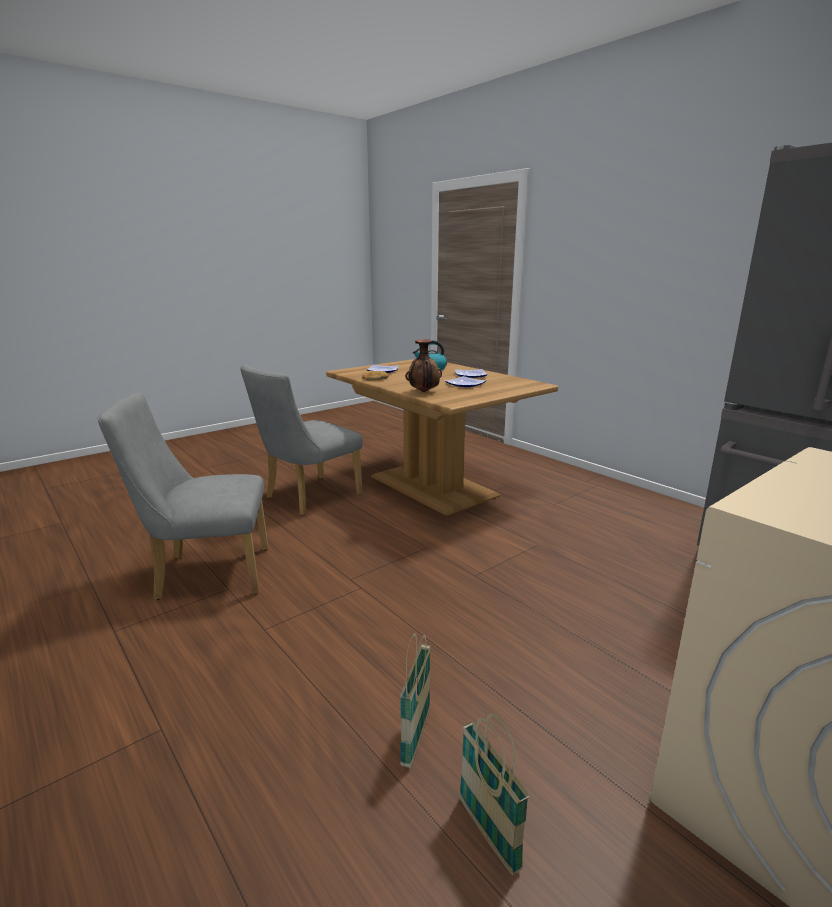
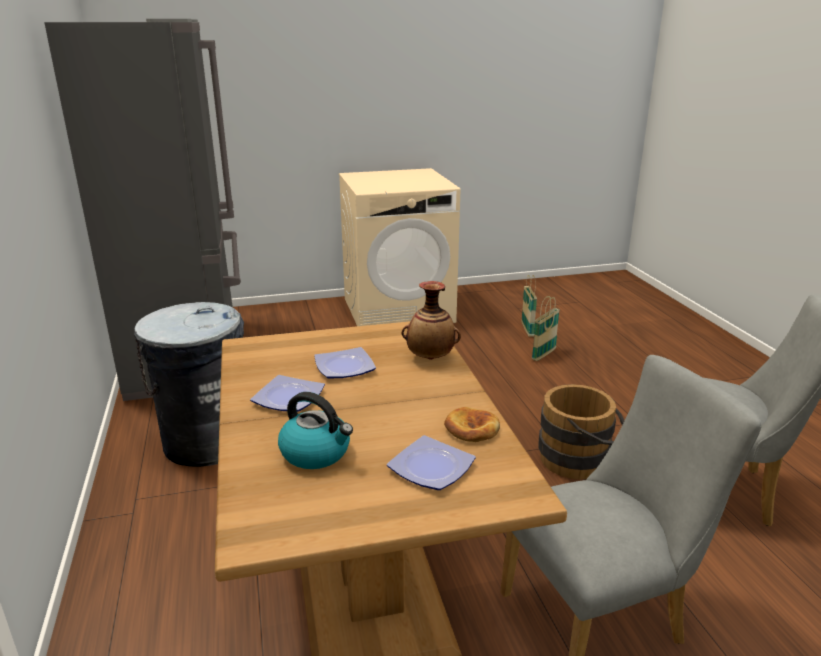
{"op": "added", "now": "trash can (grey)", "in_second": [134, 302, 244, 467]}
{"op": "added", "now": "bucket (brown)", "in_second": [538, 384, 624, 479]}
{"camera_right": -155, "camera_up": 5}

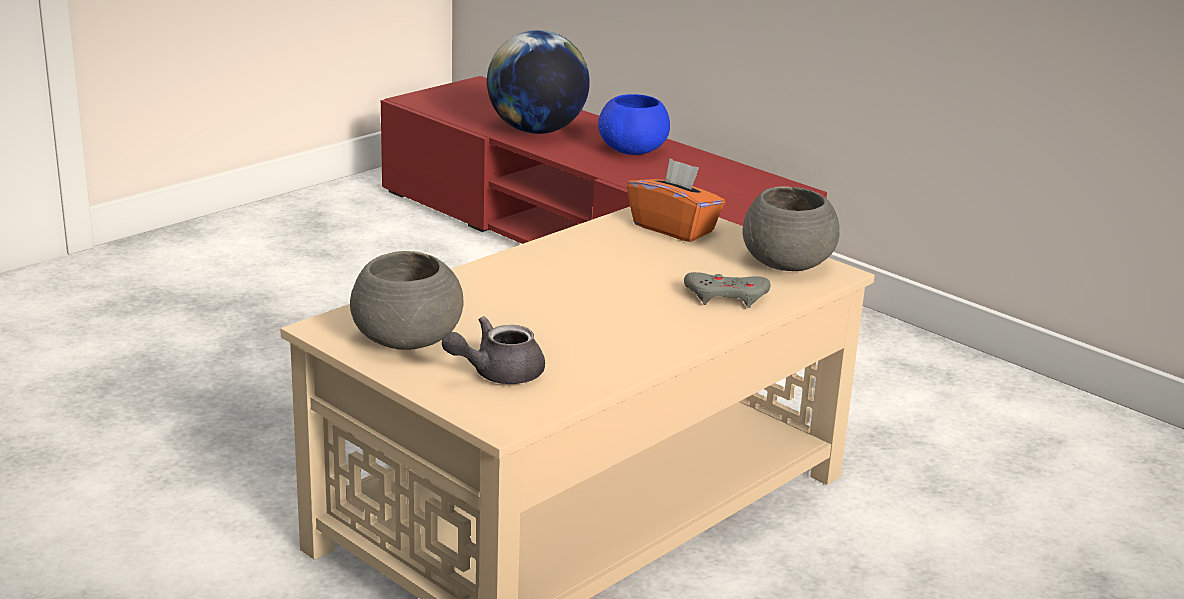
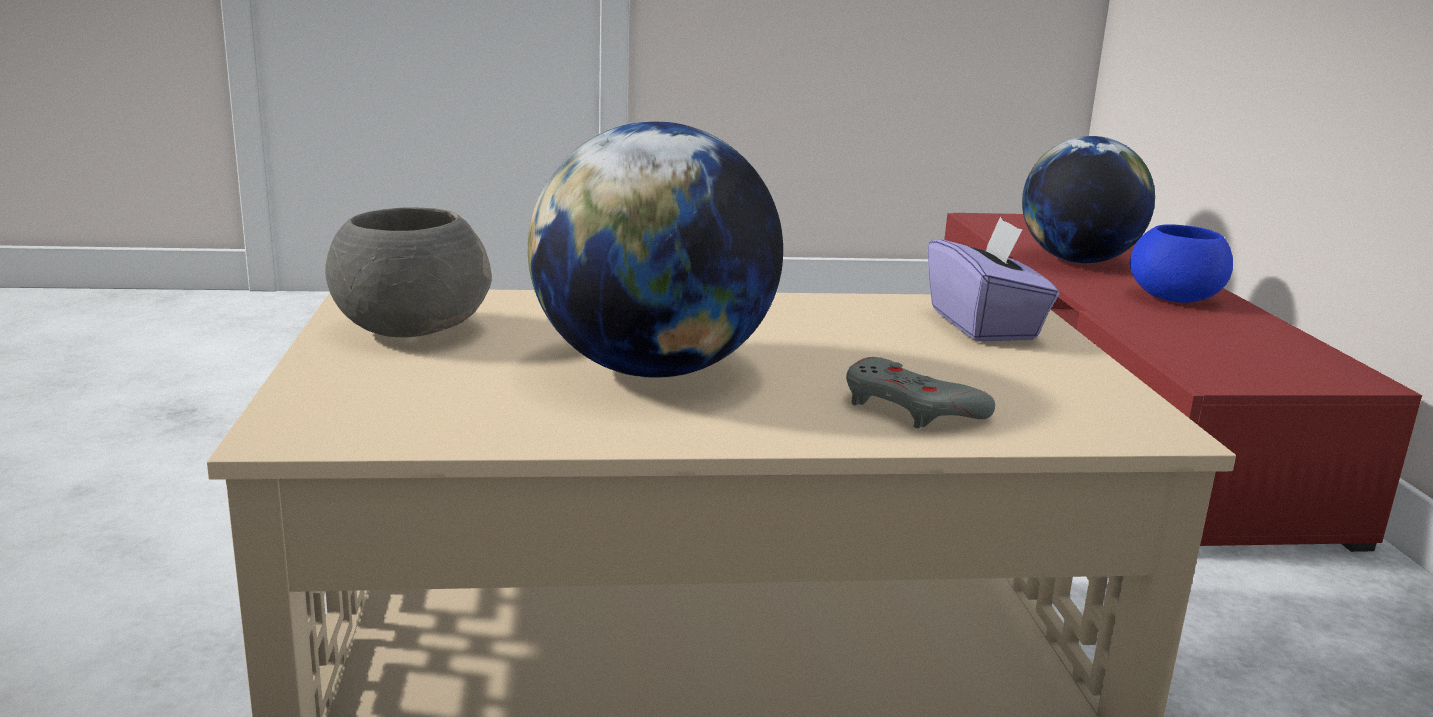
{"op": "added", "now": "globe", "in_second": [528, 121, 783, 378]}
{"op": "recoloured", "was": "tissue box (orange)", "now": "tissue box (purple)", "in_first": [627, 158, 725, 242], "in_second": [928, 217, 1059, 342]}
{"op": "removed", "was": "teapot (grey)", "in_first": [442, 316, 545, 384]}
{"op": "removed", "was": "bowl (grey)", "in_first": [743, 186, 840, 271]}
{"camera_right": 40, "camera_up": -5}

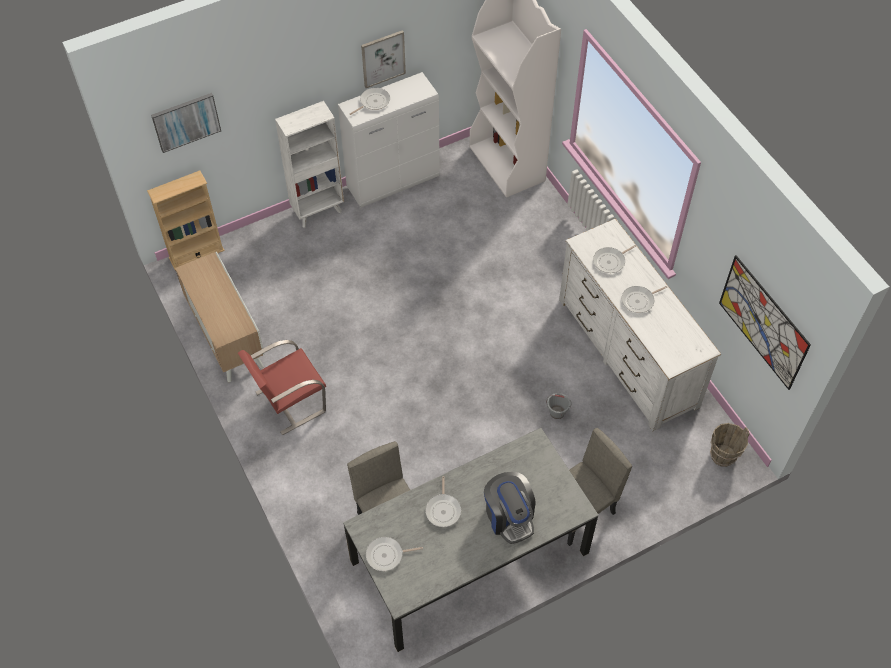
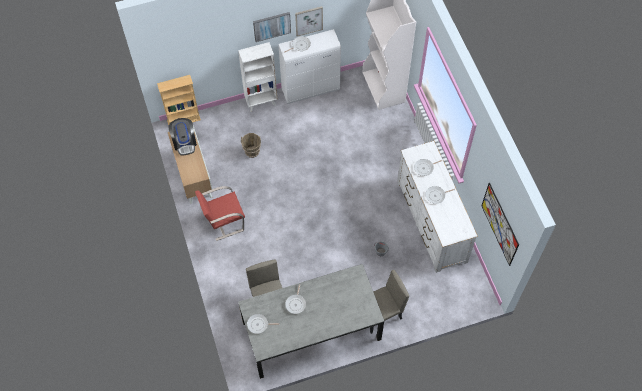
{"op": "moved", "was": "coffee machine", "in_first": [484, 472, 535, 544], "in_second": [169, 118, 197, 155]}
{"op": "moved", "was": "bucket (brown)", "in_first": [710, 423, 749, 467], "in_second": [241, 133, 261, 158]}
{"op": "moved", "was": "picture", "in_first": [151, 93, 221, 153], "in_second": [253, 12, 291, 42]}
{"camera_right": 10, "camera_up": 5}

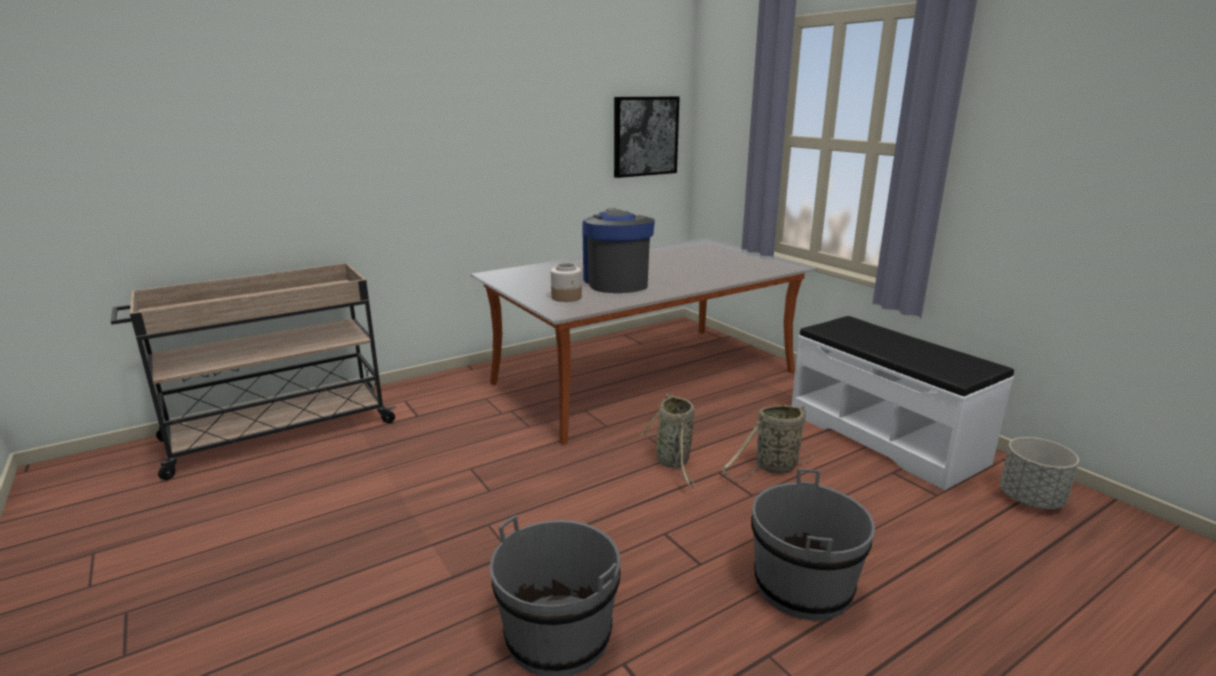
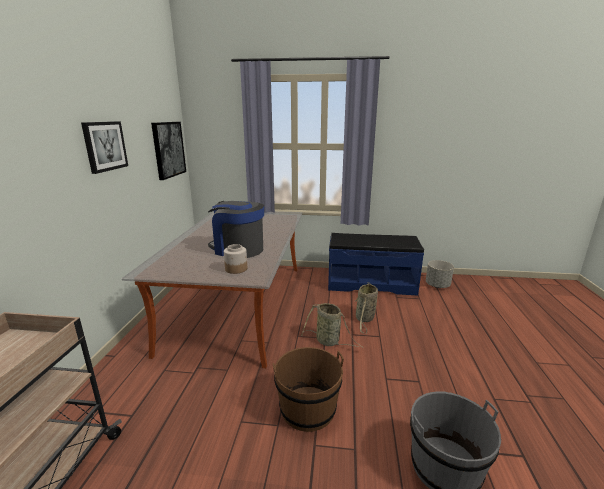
{"op": "added", "now": "picture", "in_second": [81, 121, 128, 174]}
{"op": "added", "now": "bucket (brown)", "in_second": [273, 347, 344, 432]}
{"op": "recoloured", "was": "bench (white)", "now": "bench (blue)", "in_first": [792, 316, 1014, 491], "in_second": [328, 233, 424, 296]}
{"op": "removed", "was": "bucket (grey)", "in_first": [751, 468, 875, 620]}
{"camera_right": -50, "camera_up": 0}

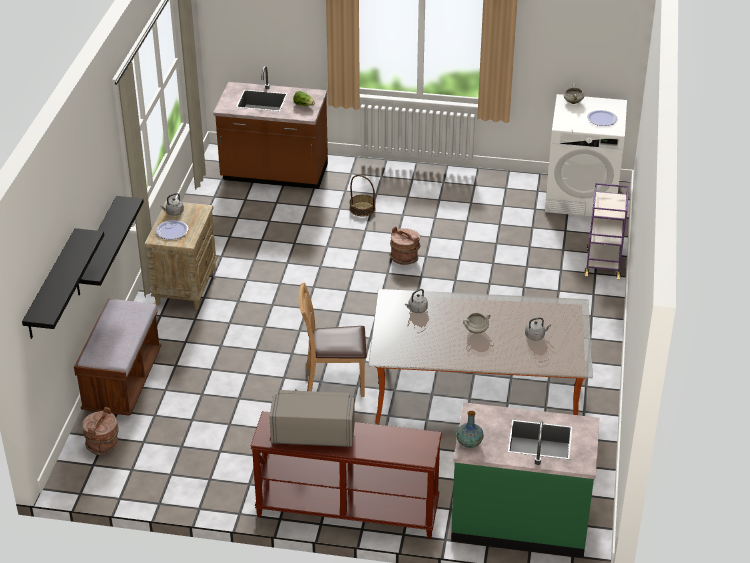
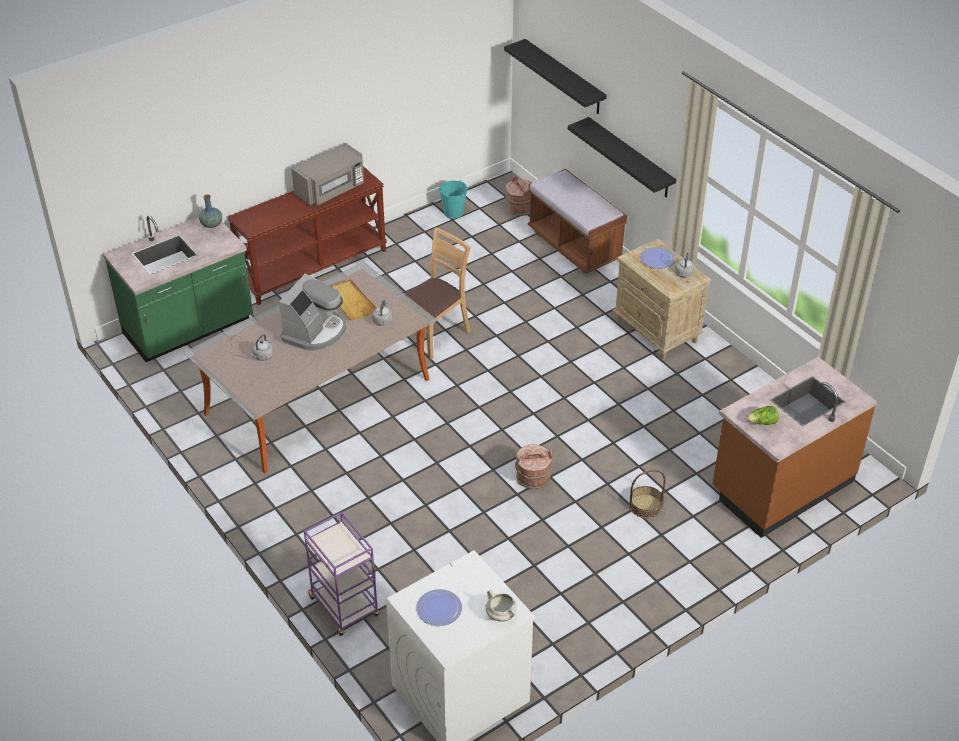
{"op": "replaced", "was": "cooking pot (white)", "now": "coffee machine", "in_first": [463, 313, 491, 334], "in_second": [279, 273, 346, 351]}
{"op": "added", "now": "tray (beige)", "in_second": [331, 279, 376, 320]}
{"op": "added", "now": "bucket (turquoise)", "in_second": [439, 180, 468, 219]}
{"camera_right": 135, "camera_up": 5}

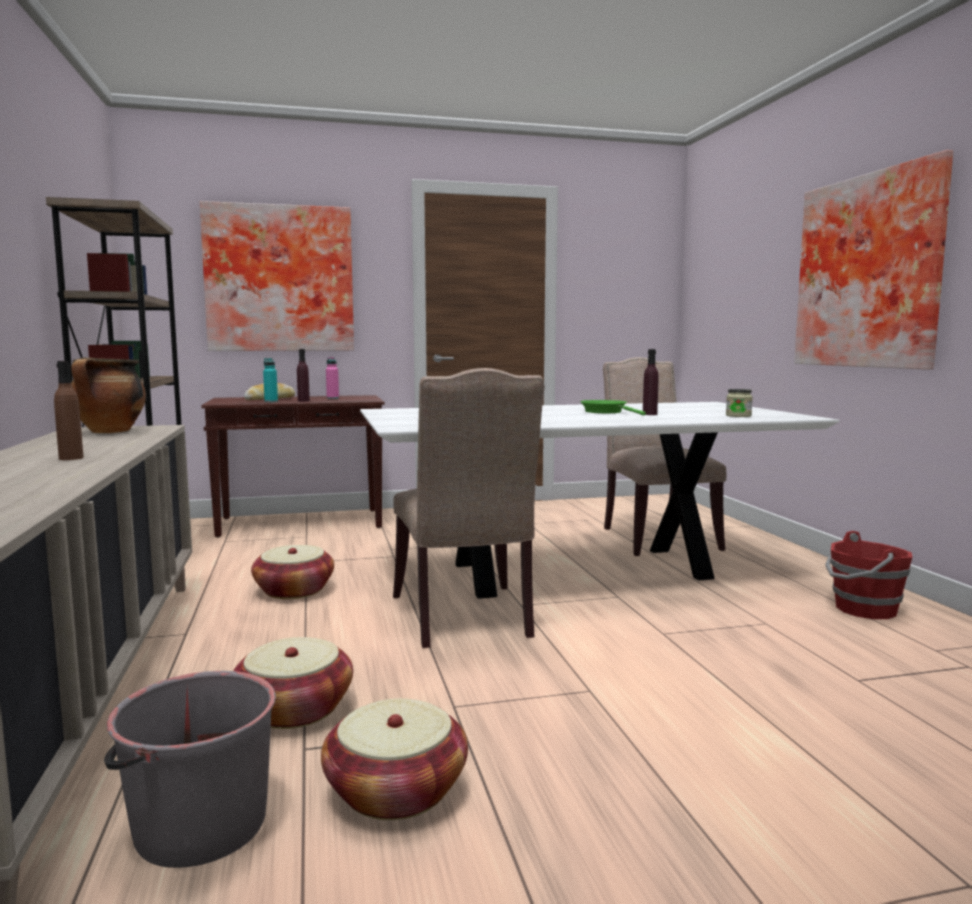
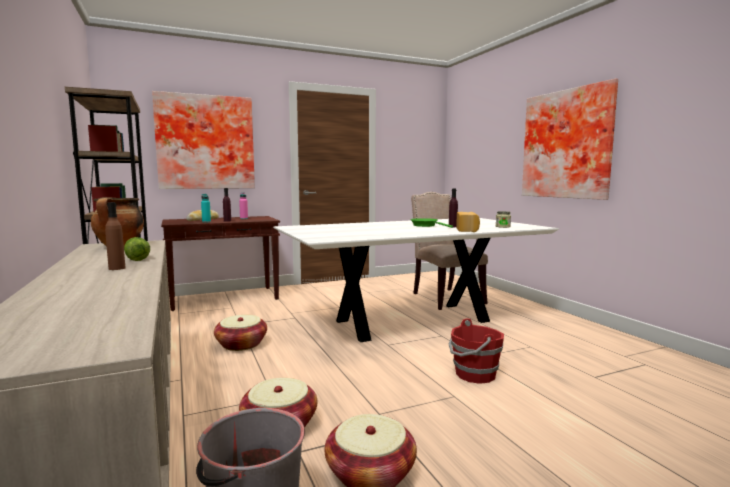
{"op": "added", "now": "lettuce", "in_second": [124, 237, 150, 261]}
{"op": "moved", "was": "bucket (red)", "in_first": [825, 531, 912, 619], "in_second": [449, 318, 504, 384]}
{"op": "added", "now": "bread", "in_second": [456, 212, 480, 232]}
{"op": "removed", "was": "chair (beige)", "in_first": [393, 368, 545, 648]}
{"camera_right": -10, "camera_up": 0}

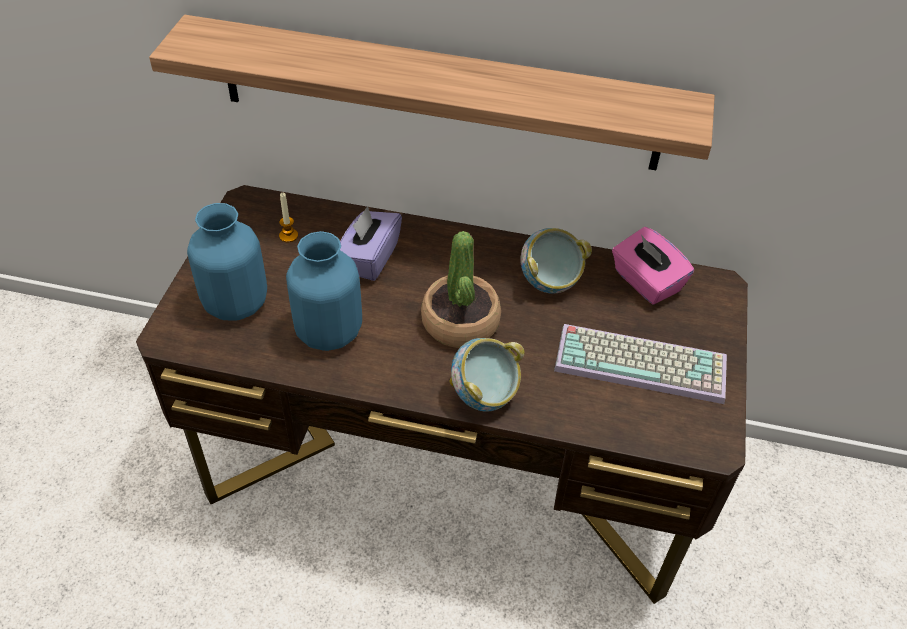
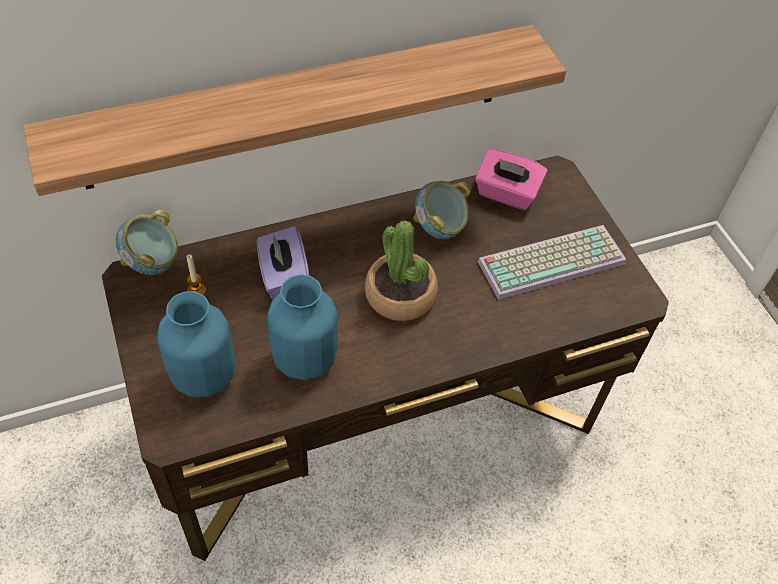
{"op": "moved", "was": "bowl", "in_first": [450, 338, 525, 412], "in_second": [116, 210, 178, 275]}
{"camera_right": -35, "camera_up": 5}

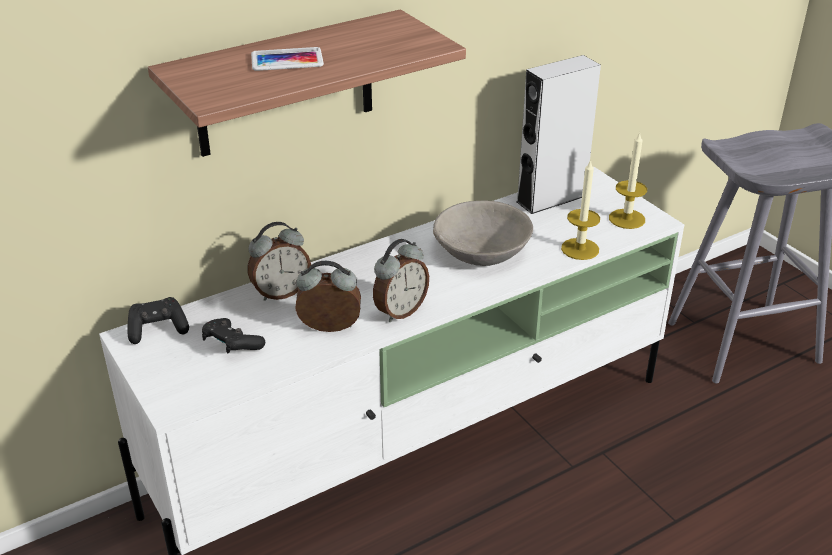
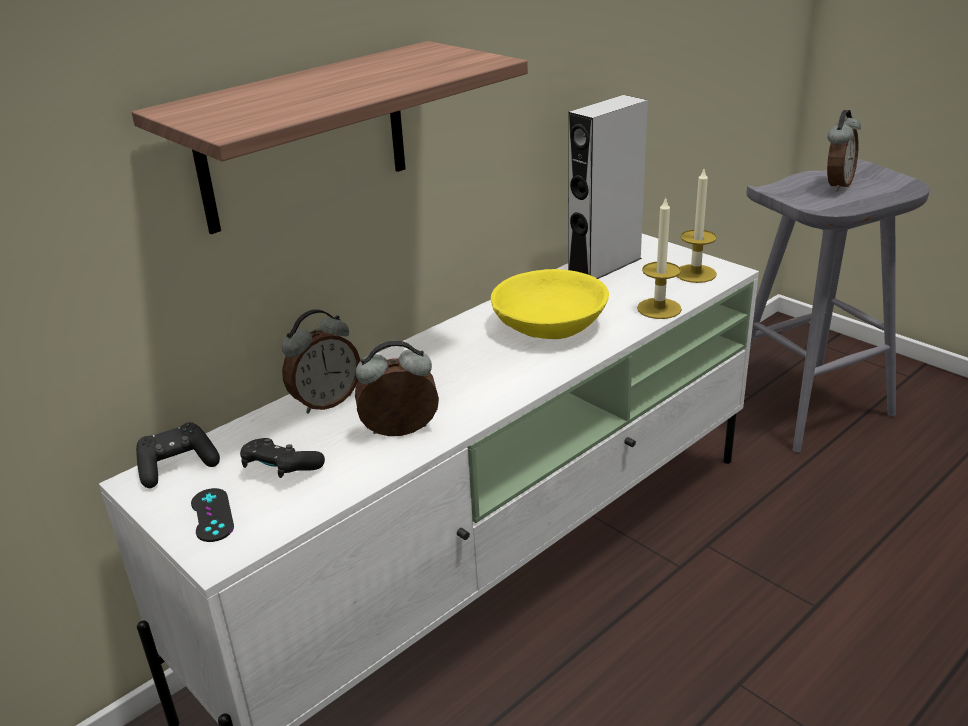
{"op": "added", "now": "game controller (black)", "in_second": [191, 488, 234, 542]}
{"op": "recoloured", "was": "bowl (grey)", "now": "bowl (yellow)", "in_first": [433, 201, 533, 266], "in_second": [491, 269, 609, 339]}
{"op": "moved", "was": "alarm clock", "in_first": [373, 239, 429, 322], "in_second": [827, 110, 861, 192]}
{"op": "removed", "was": "phone", "in_first": [251, 47, 324, 71]}
{"camera_right": -10, "camera_up": -5}

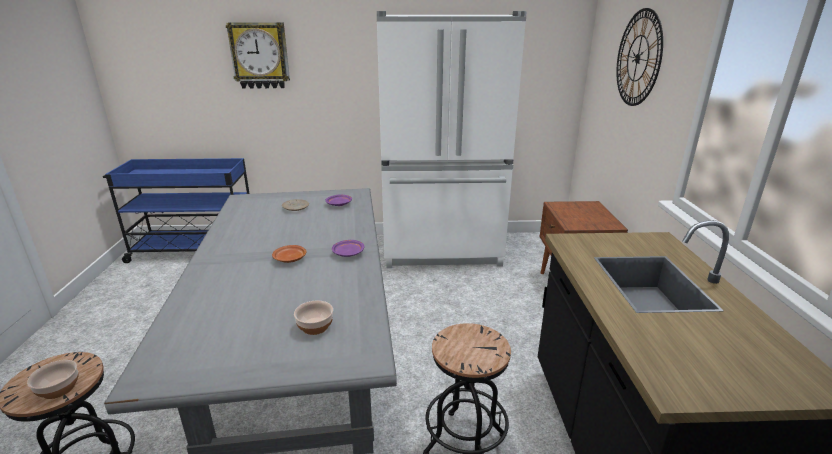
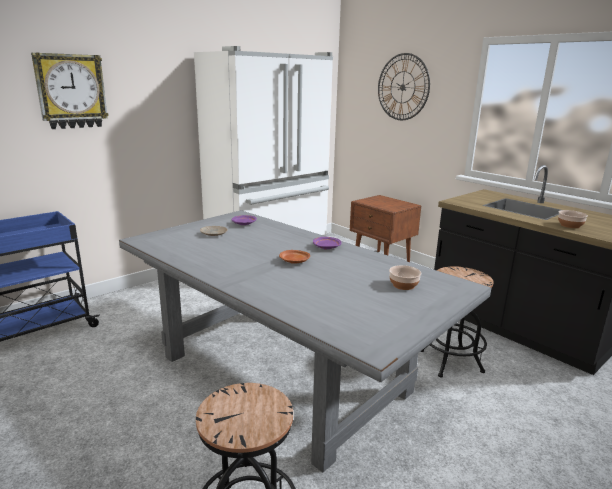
{"op": "moved", "was": "bowl", "in_first": [27, 360, 79, 399], "in_second": [558, 210, 588, 228]}
{"camera_right": -40, "camera_up": -5}

